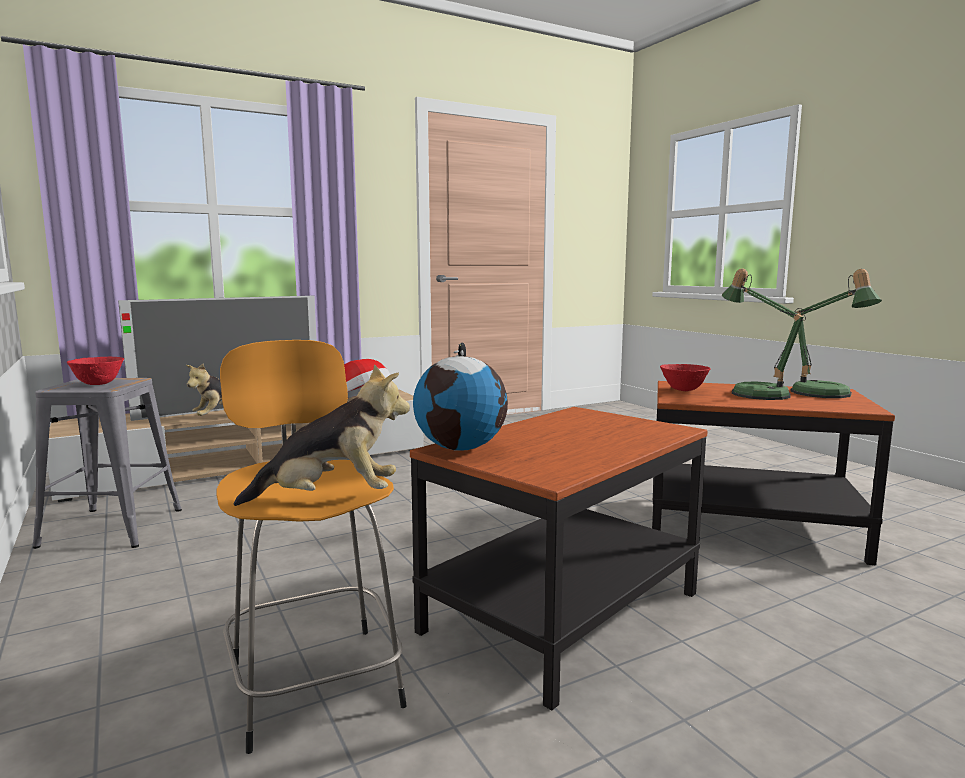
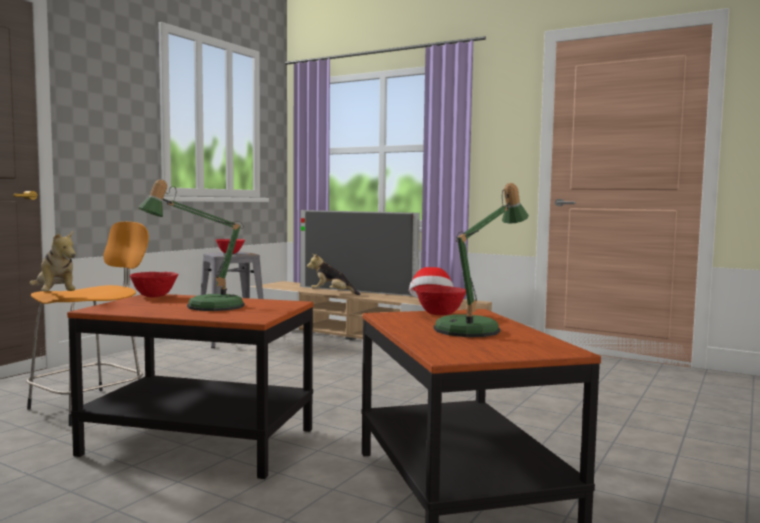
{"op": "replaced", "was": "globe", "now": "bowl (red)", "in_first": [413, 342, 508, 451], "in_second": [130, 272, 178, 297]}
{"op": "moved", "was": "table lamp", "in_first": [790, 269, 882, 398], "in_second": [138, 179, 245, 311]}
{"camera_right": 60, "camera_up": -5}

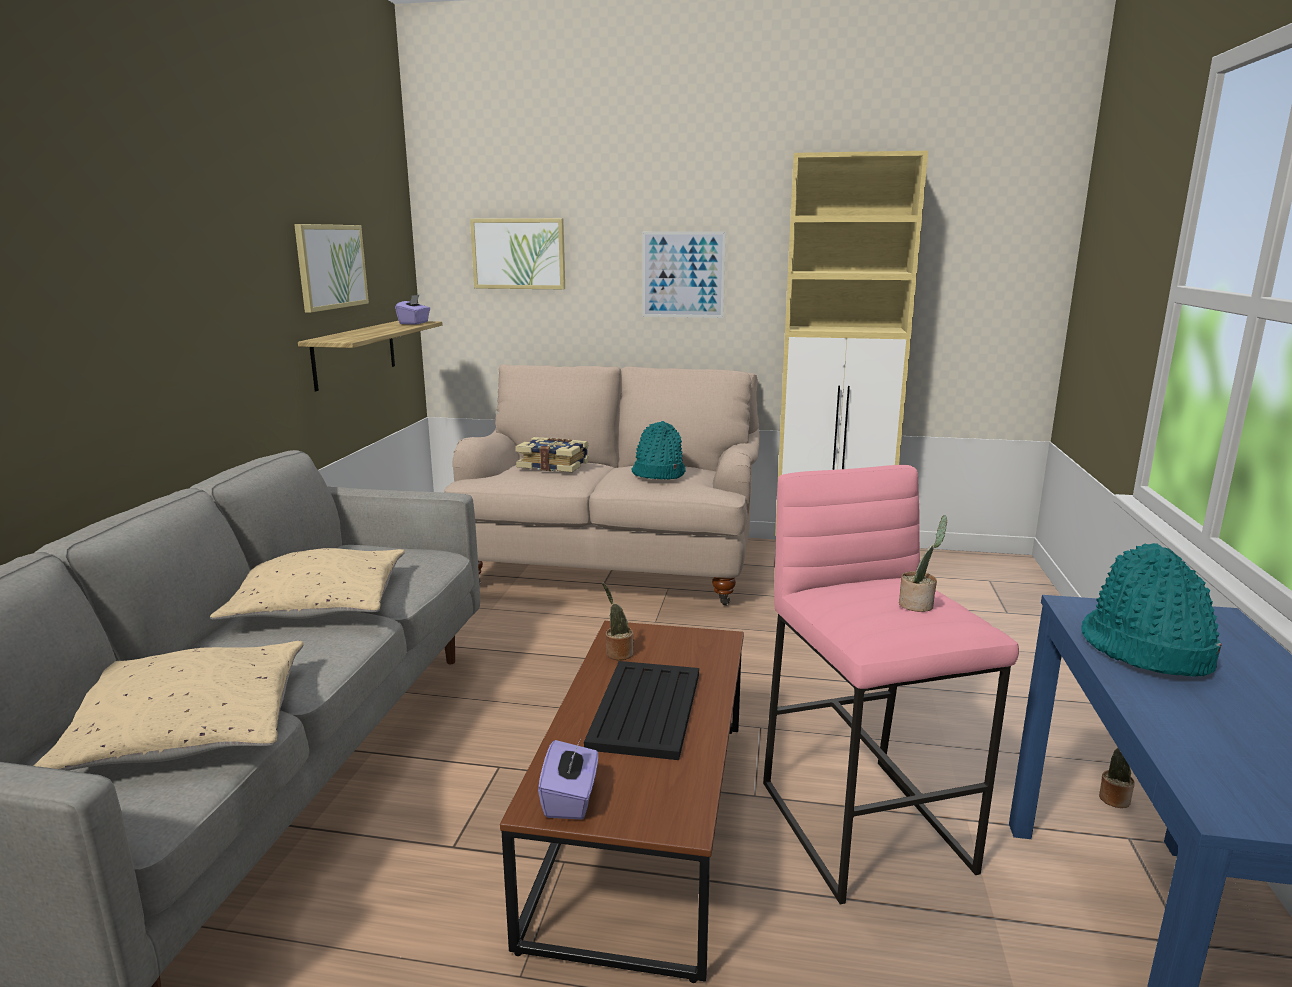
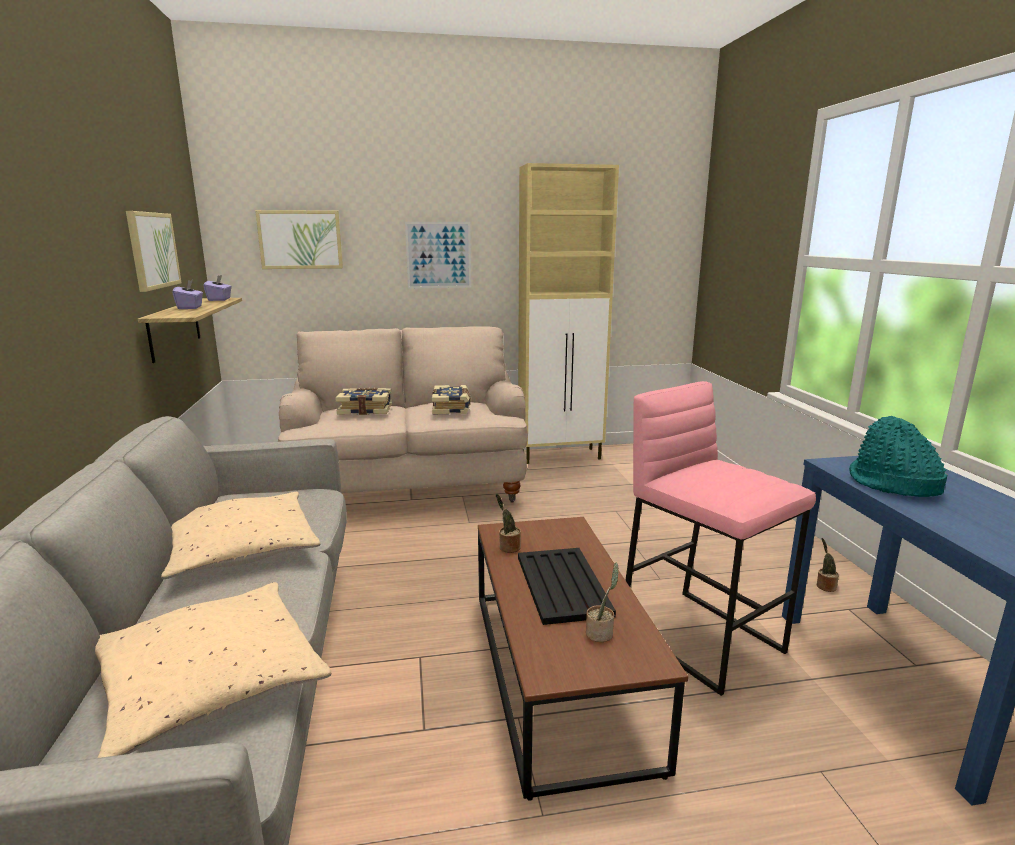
{"op": "moved", "was": "tissue box (purple)", "in_first": [538, 740, 598, 820], "in_second": [172, 280, 203, 309]}
{"op": "replaced", "was": "hat (turquoise)", "now": "book", "in_first": [631, 421, 686, 479], "in_second": [432, 385, 471, 415]}
{"op": "moved", "was": "potted plant", "in_first": [899, 515, 947, 612], "in_second": [586, 563, 619, 642]}
{"camera_right": -20, "camera_up": 0}

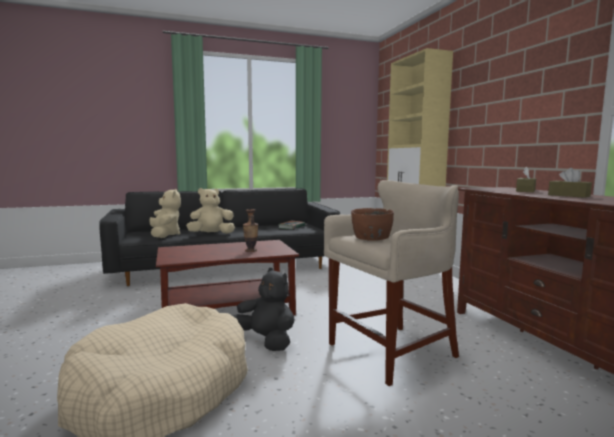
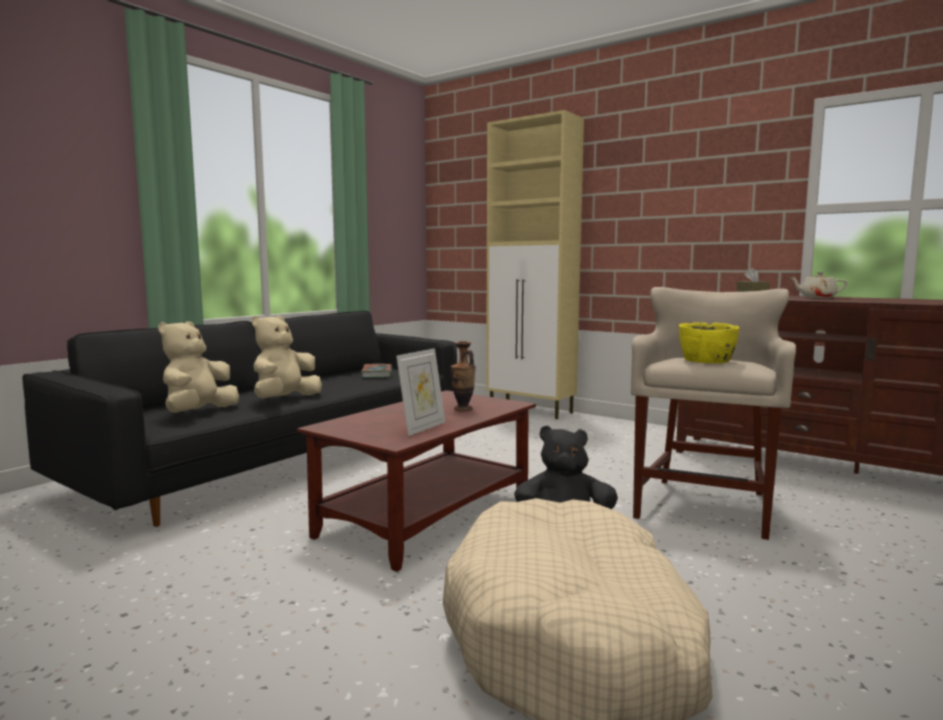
{"op": "turned", "was": "plush toy (beige)", "in_first": [149, 189, 181, 238], "in_second": [158, 321, 239, 413], "clockwise": -105}
{"op": "added", "now": "picture frame", "in_second": [396, 348, 445, 436]}
{"op": "recoloured", "was": "bowl (brown)", "now": "bowl (yellow)", "in_first": [351, 208, 394, 241], "in_second": [679, 322, 740, 363]}
{"op": "replaced", "was": "tissue box (brown)", "now": "teapot (beige)", "in_first": [548, 168, 592, 198], "in_second": [789, 272, 847, 298]}
{"camera_right": -35, "camera_up": 0}

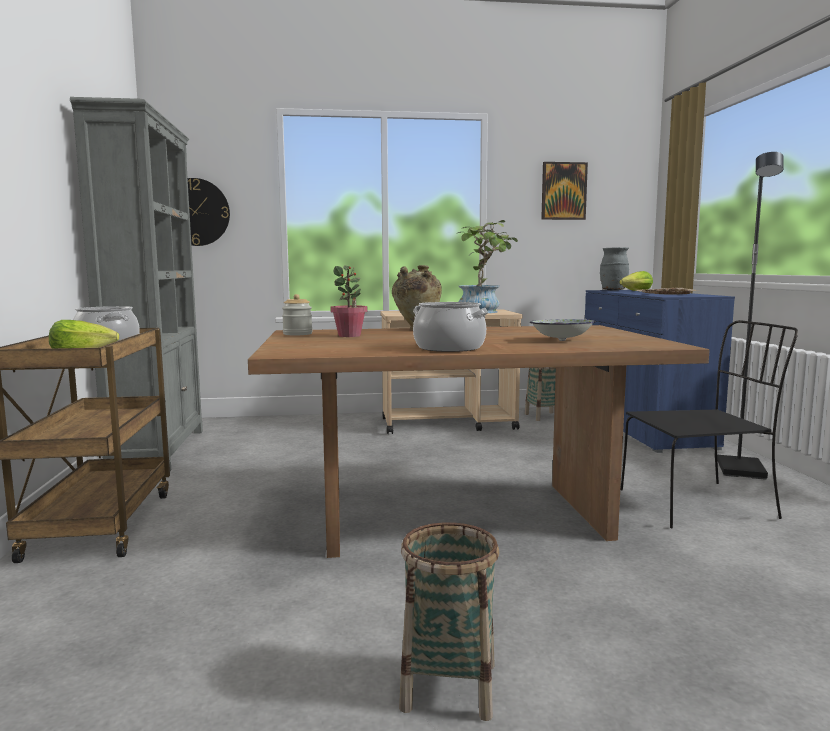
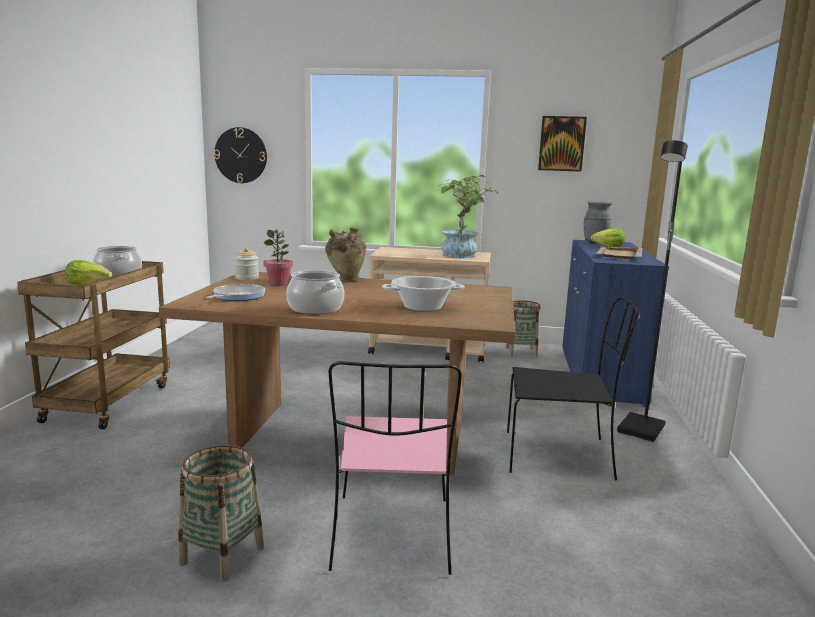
{"op": "added", "now": "frying pan", "in_second": [206, 284, 265, 301]}
{"op": "added", "now": "chair (pink)", "in_second": [329, 361, 462, 575]}
{"op": "replaced", "was": "bowl", "now": "cooking pot", "in_first": [530, 319, 596, 341], "in_second": [382, 276, 465, 311]}
{"op": "removed", "was": "bookcase (grey)", "in_first": [70, 97, 203, 471]}
{"camera_right": 15, "camera_up": 5}

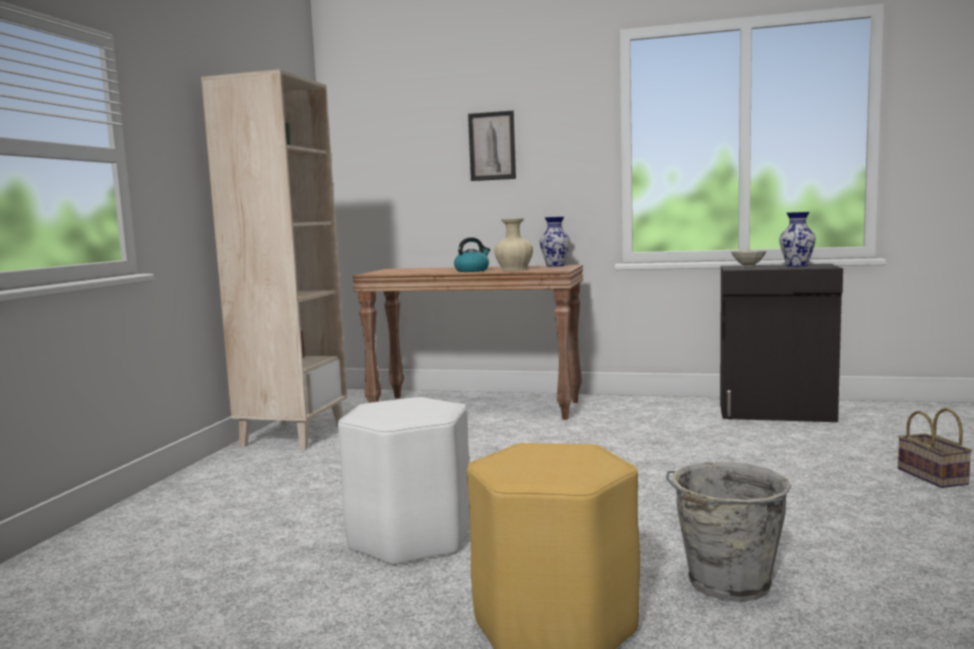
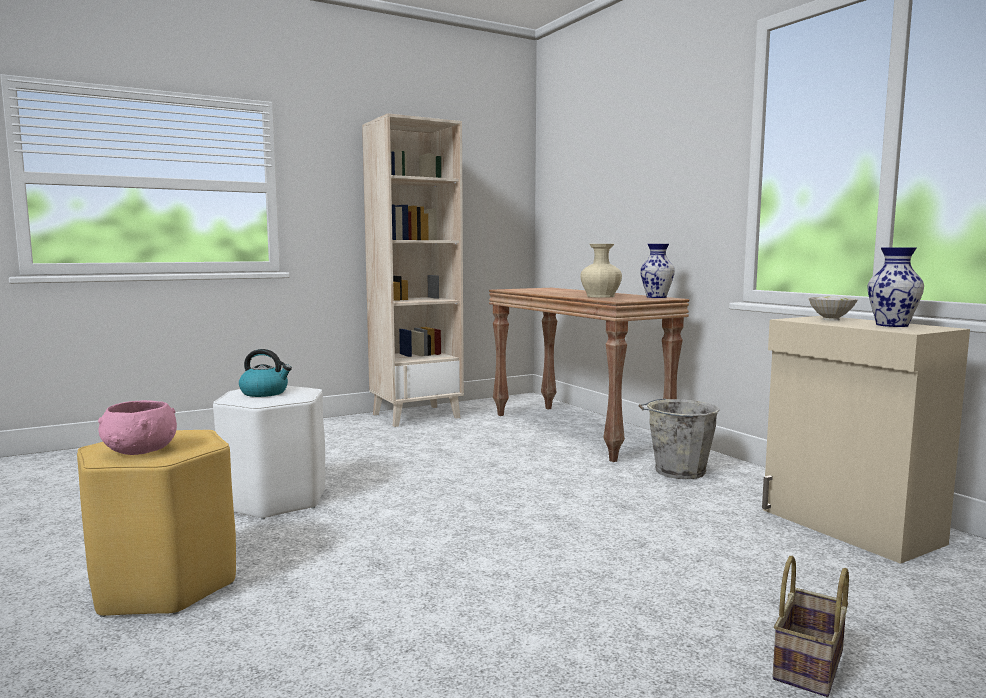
{"op": "added", "now": "bowl (pink)", "in_second": [98, 400, 177, 455]}
{"op": "moved", "was": "kettle", "in_first": [454, 237, 490, 272], "in_second": [239, 349, 292, 397]}
{"op": "moved", "was": "bucket (grey)", "in_first": [666, 462, 791, 602], "in_second": [638, 399, 720, 479]}
{"op": "recoloured", "was": "cabinet (black)", "now": "cabinet (beige)", "in_first": [720, 264, 843, 422], "in_second": [762, 316, 970, 564]}
{"op": "removed", "was": "picture", "in_first": [468, 111, 516, 181]}
{"camera_right": 45, "camera_up": 0}

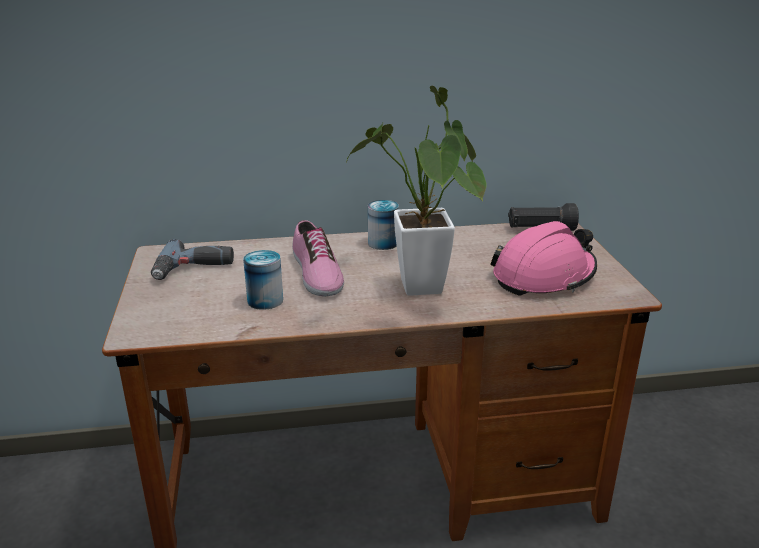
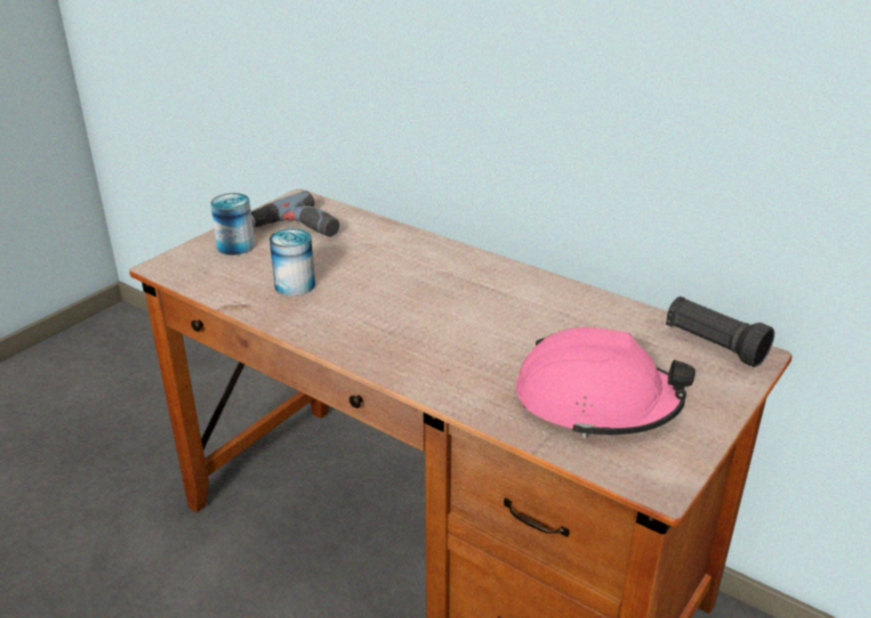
{"op": "moved", "was": "can", "in_first": [368, 200, 399, 250], "in_second": [210, 193, 255, 255]}
{"op": "removed", "was": "shoe", "in_first": [292, 220, 344, 297]}
{"op": "removed", "was": "potted plant", "in_first": [345, 86, 486, 296]}
{"camera_right": 45, "camera_up": 5}

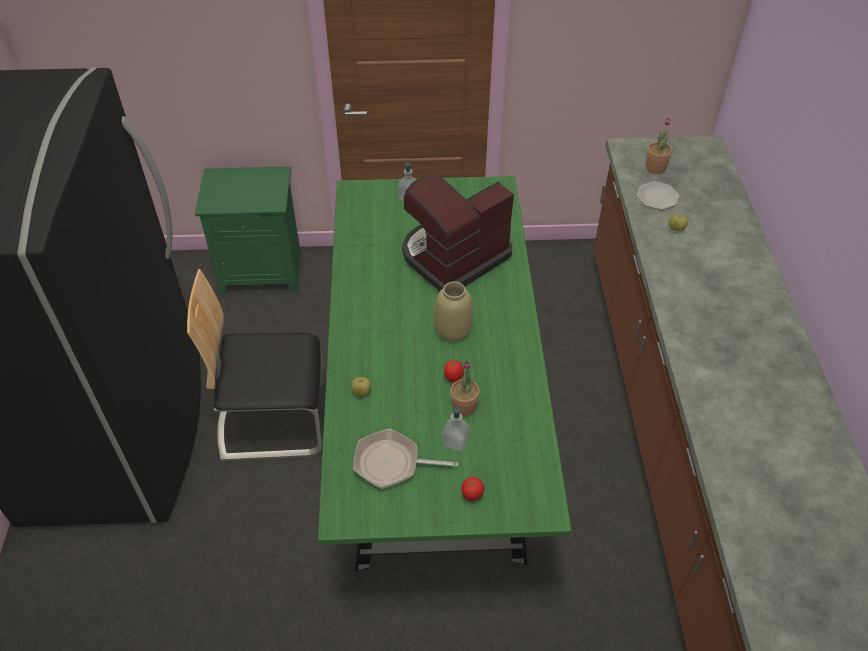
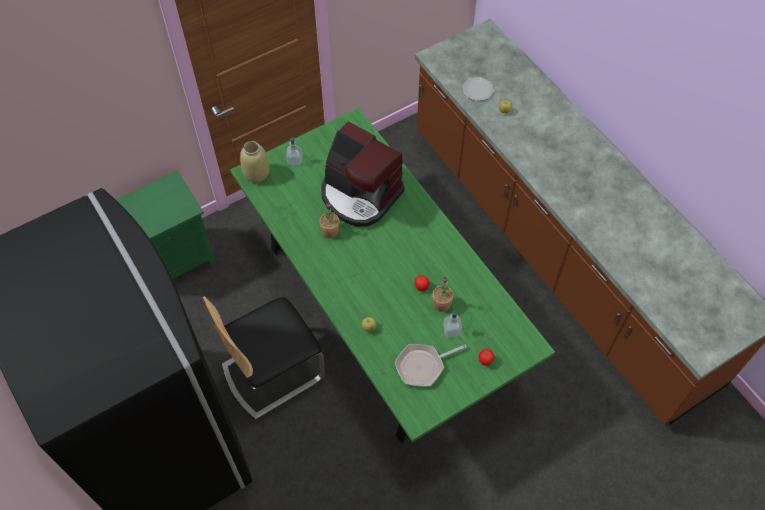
{"op": "moved", "was": "vase (beige)", "in_first": [434, 281, 473, 342], "in_second": [240, 141, 270, 182]}
{"op": "moved", "was": "potted plant", "in_first": [646, 118, 672, 174], "in_second": [319, 203, 339, 238]}
{"op": "turned", "was": "coffee machine", "in_first": [402, 175, 514, 291], "in_second": [321, 121, 404, 227], "clockwise": -75}
{"camera_right": -30, "camera_up": 10}

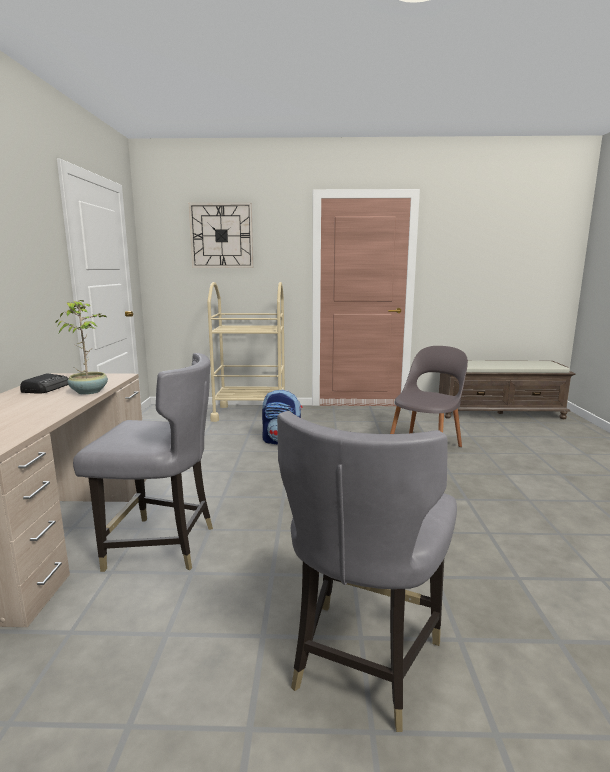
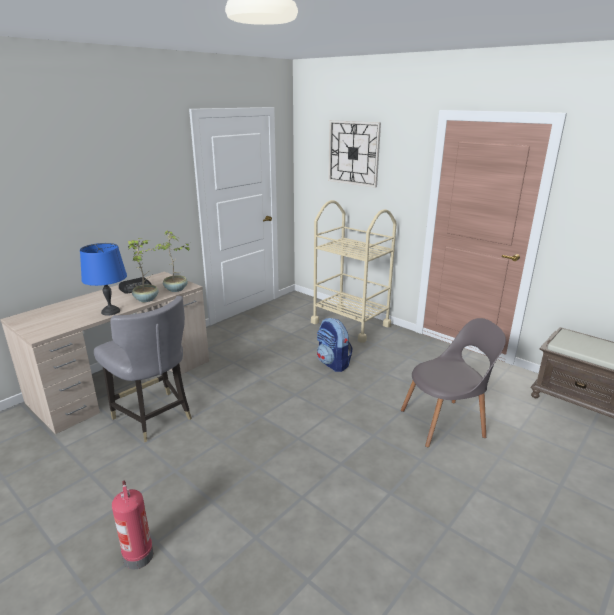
{"op": "added", "now": "table lamp (blue)", "in_second": [80, 243, 127, 316]}
{"op": "replaced", "was": "chair (grey)", "now": "fire extinguisher", "in_first": [277, 411, 457, 732], "in_second": [112, 481, 153, 569]}
{"op": "added", "now": "potted plant", "in_second": [155, 230, 193, 292]}
{"camera_right": 40, "camera_up": 10}

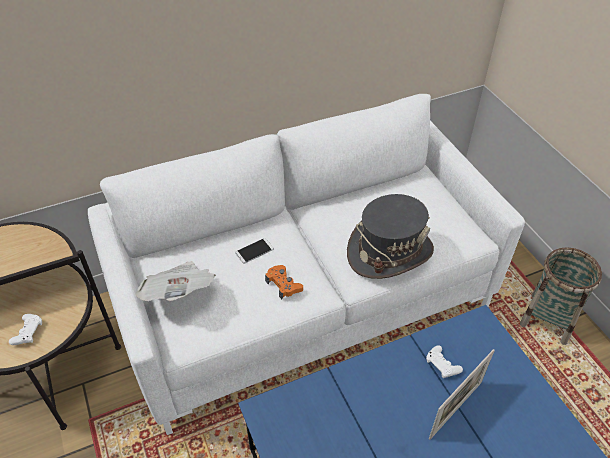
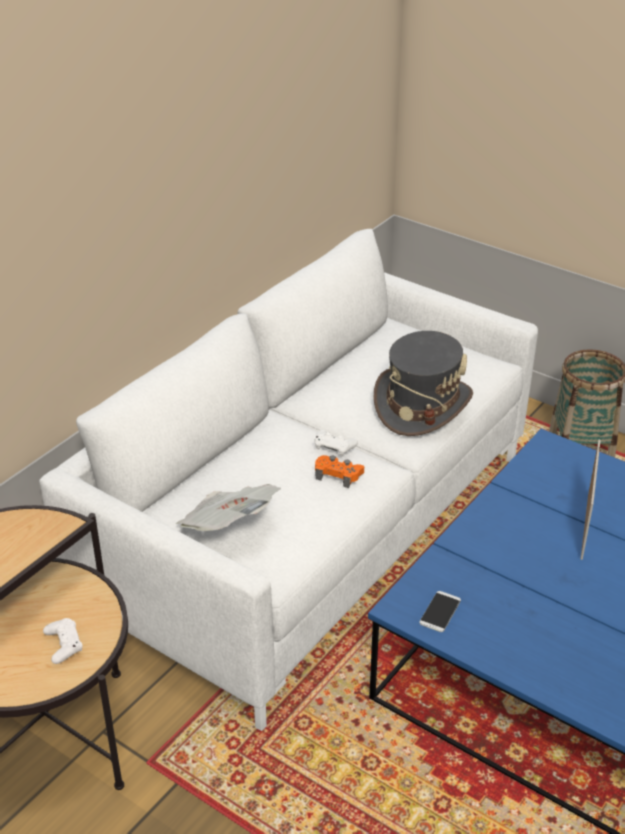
{"op": "moved", "was": "game controller (white)", "in_first": [426, 345, 463, 378], "in_second": [315, 430, 358, 456]}
{"op": "moved", "was": "phone", "in_first": [235, 238, 274, 264], "in_second": [419, 591, 461, 632]}
{"camera_right": -30, "camera_up": -10}

